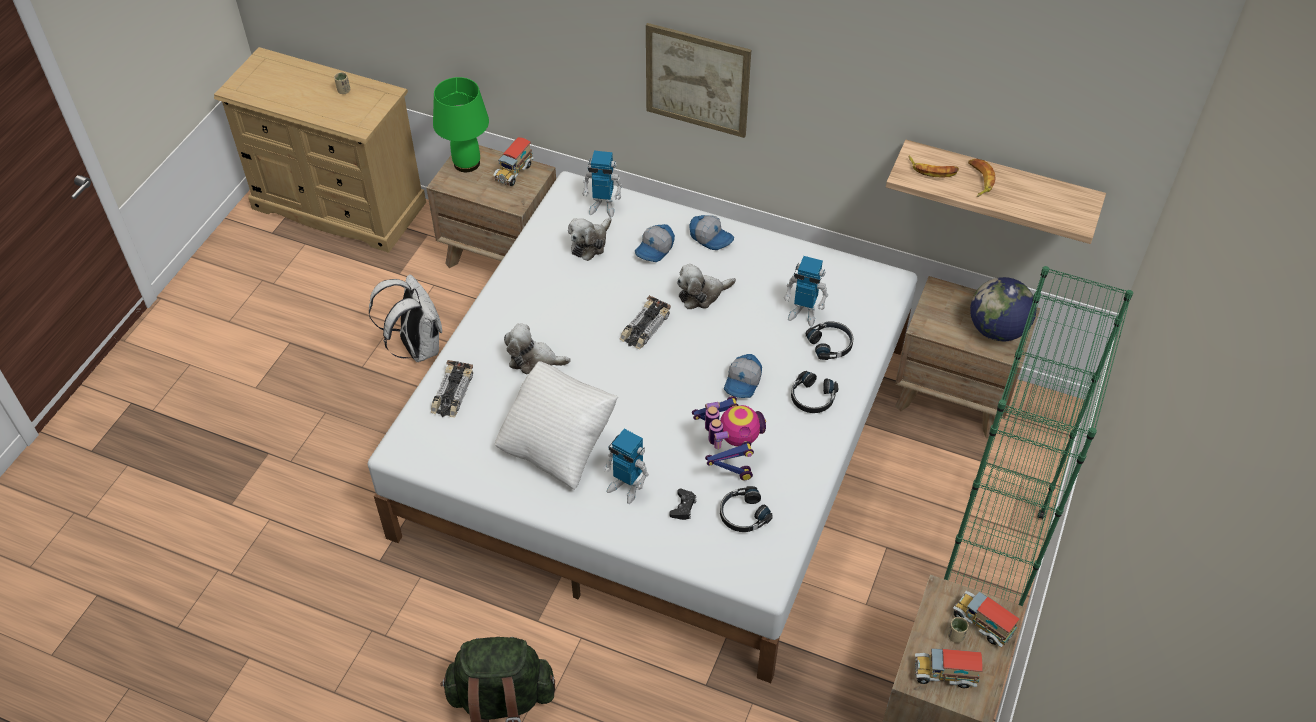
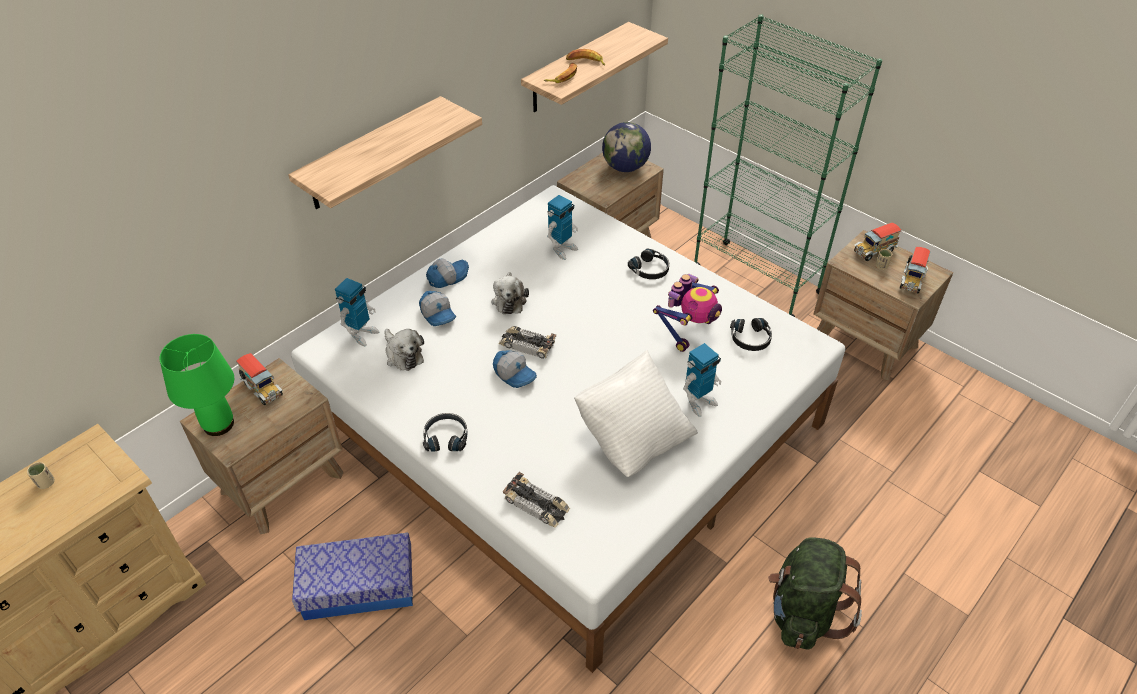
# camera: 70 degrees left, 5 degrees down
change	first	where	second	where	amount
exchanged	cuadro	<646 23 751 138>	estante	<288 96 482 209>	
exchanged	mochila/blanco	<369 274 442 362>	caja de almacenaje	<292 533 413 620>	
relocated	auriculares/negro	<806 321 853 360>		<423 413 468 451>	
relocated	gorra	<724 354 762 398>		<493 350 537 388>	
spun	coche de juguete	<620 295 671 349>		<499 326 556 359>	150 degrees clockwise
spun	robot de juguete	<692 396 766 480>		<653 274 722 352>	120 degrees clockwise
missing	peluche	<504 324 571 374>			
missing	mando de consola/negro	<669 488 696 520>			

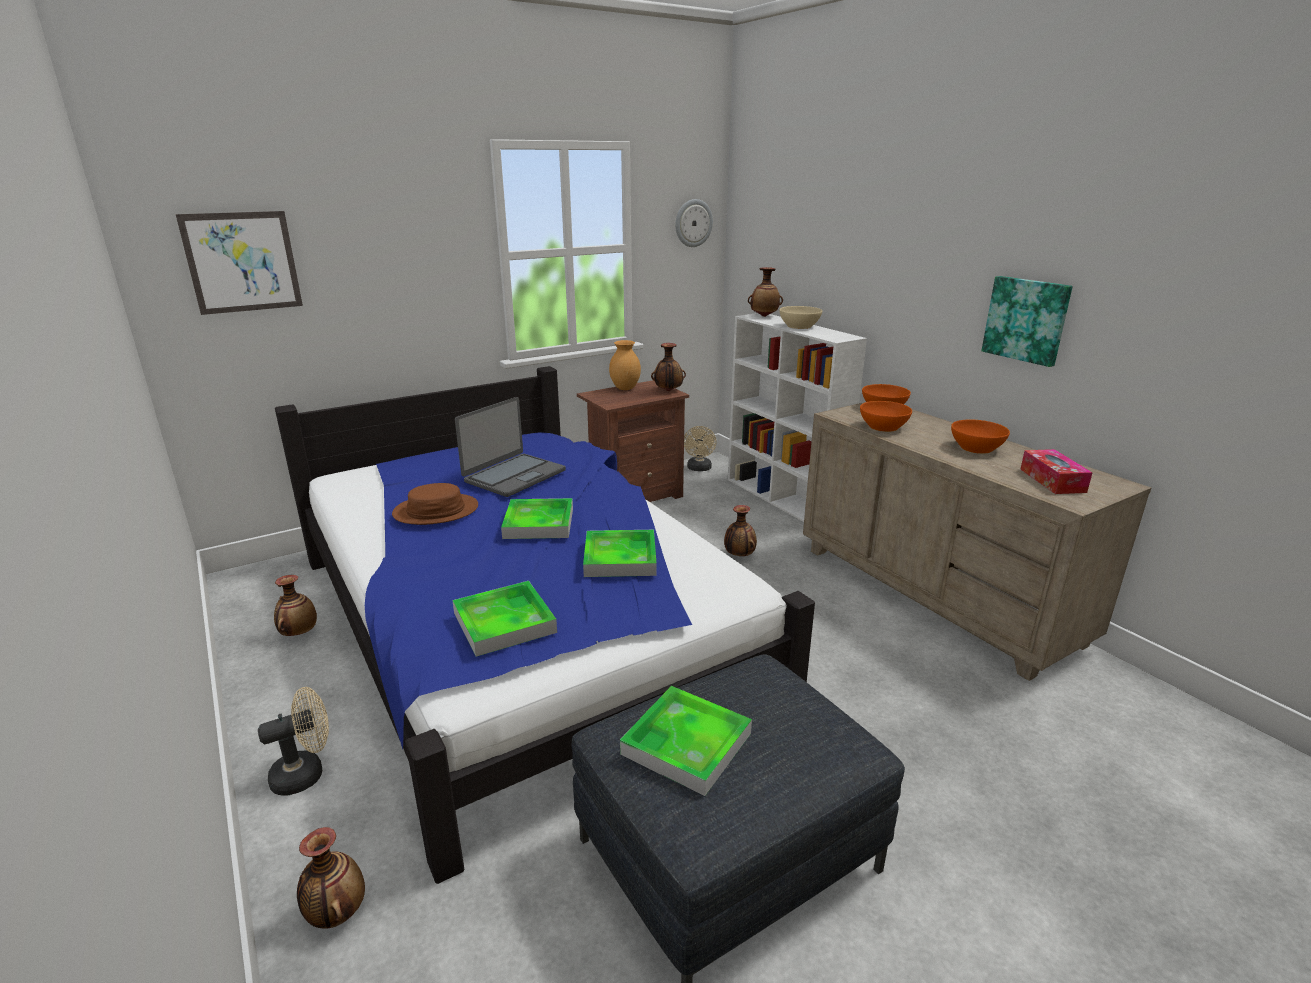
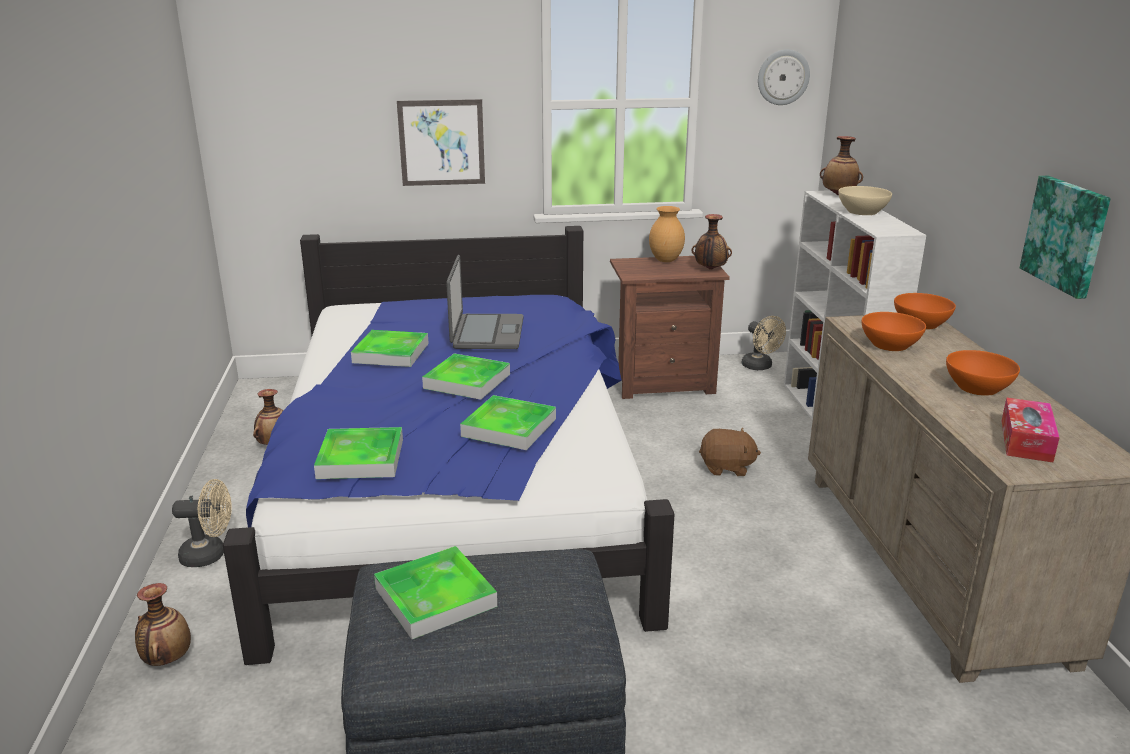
# camera: 25 degrees right, 0 degrees up
change	first	where	second	where	amount
exchanged	sombrero/marrón	<392 483 478 525>	bandeja	<351 330 429 367>	
relocated	cuadro	<176 211 303 315>		<397 99 485 186>	
spun	portátil	<455 397 566 497>		<446 255 523 349>	60 degrees counterclockwise
exchanged	florero	<724 505 757 556>	peluche/marrón	<699 428 761 476>	
spun	ventilador/beis	<684 426 717 471>		<742 316 786 370>	60 degrees counterclockwise

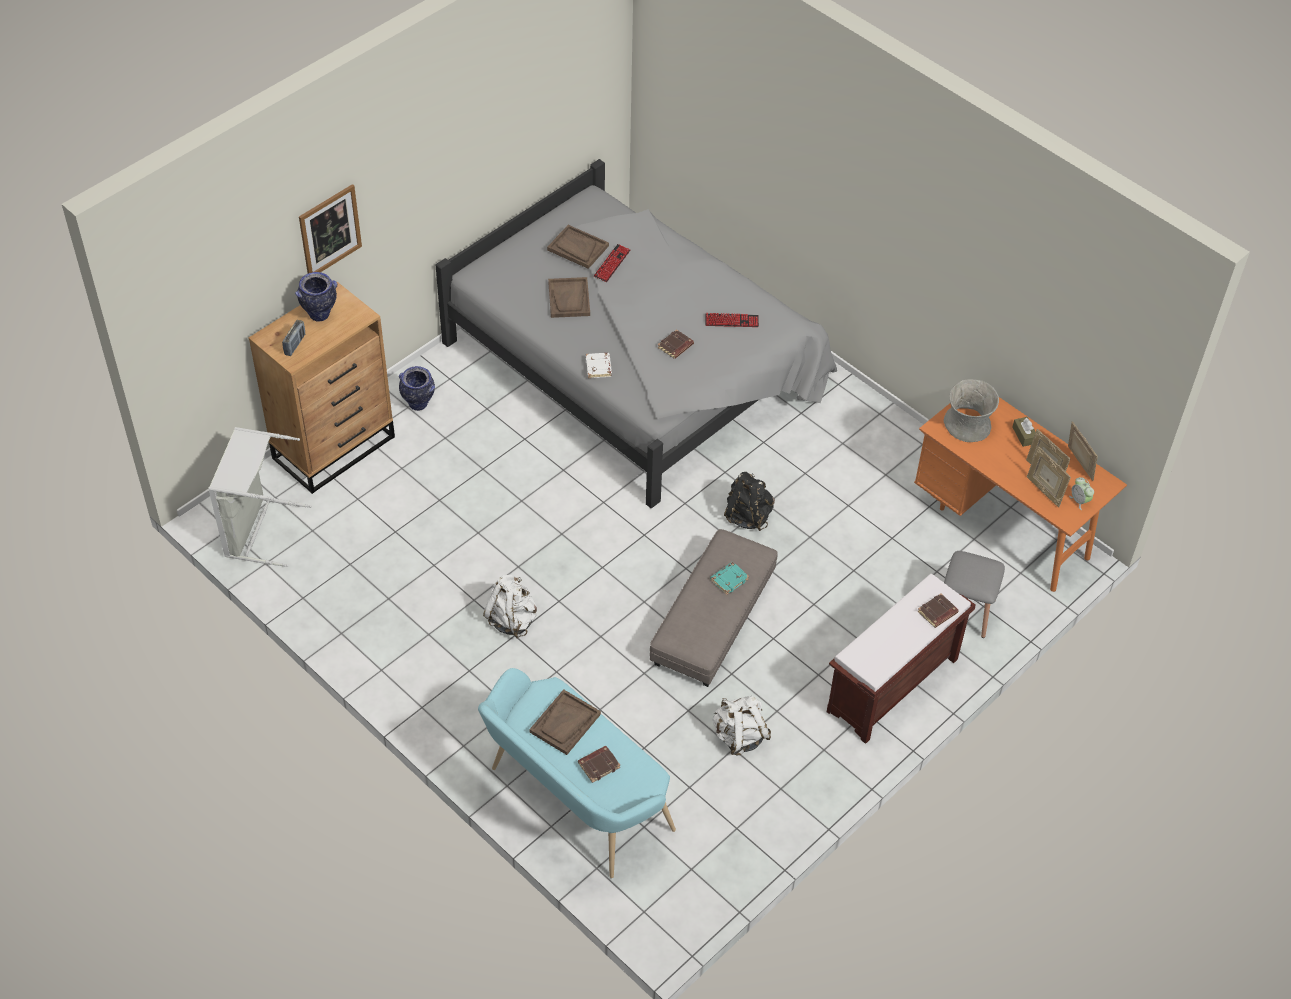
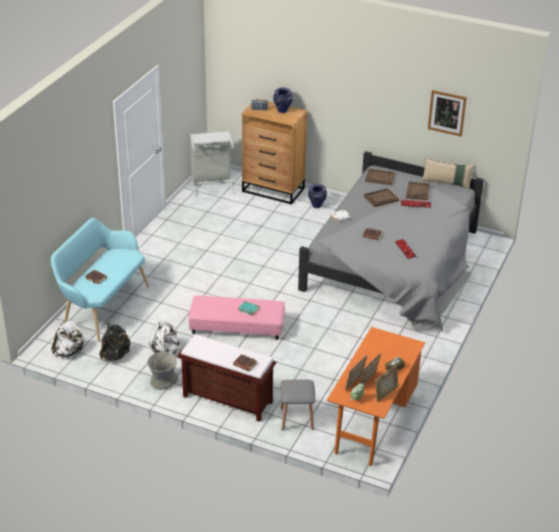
# camera: 70 degrees right, 15 degrees down
change	first	where	second	where	amount
relocated	mochila/blanco	<483 575 537 639>		<51 319 85 357>	
relocated	mochila/negro	<724 472 775 531>		<99 323 131 361>	
relocated	florero/gris	<944 379 999 442>		<147 352 178 390>	
colour	puf/gris	<650 529 778 687>	puf/rosa	<188 295 285 340>	
relocated	bandeja/marrón	<529 689 601 755>		<365 169 395 185>	
appeared			cojín/beis	<421 157 475 189>	
relocated	cuadro	<299 184 362 273>		<428 90 467 136>	

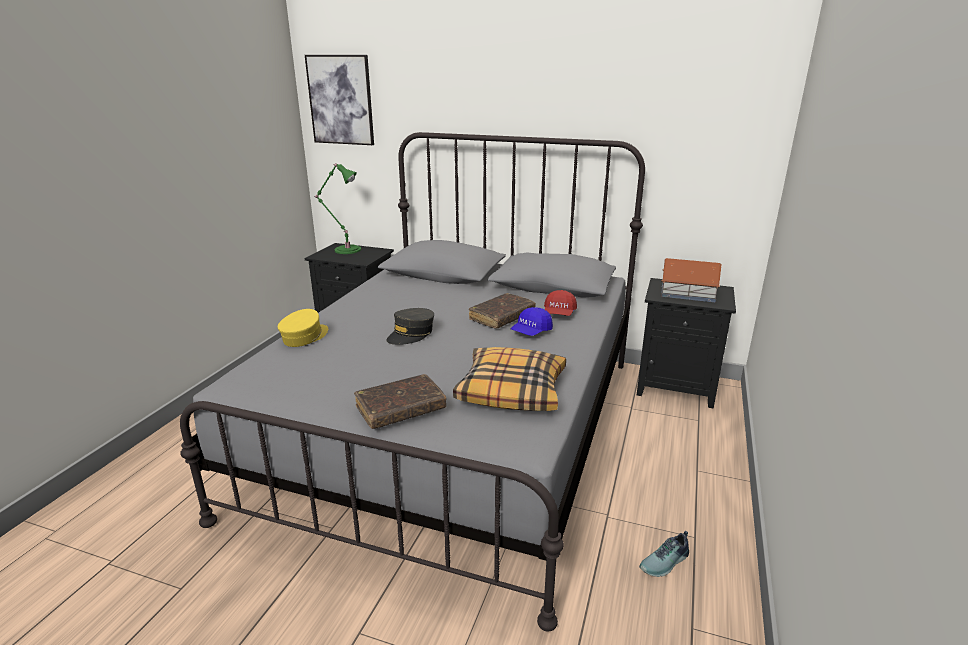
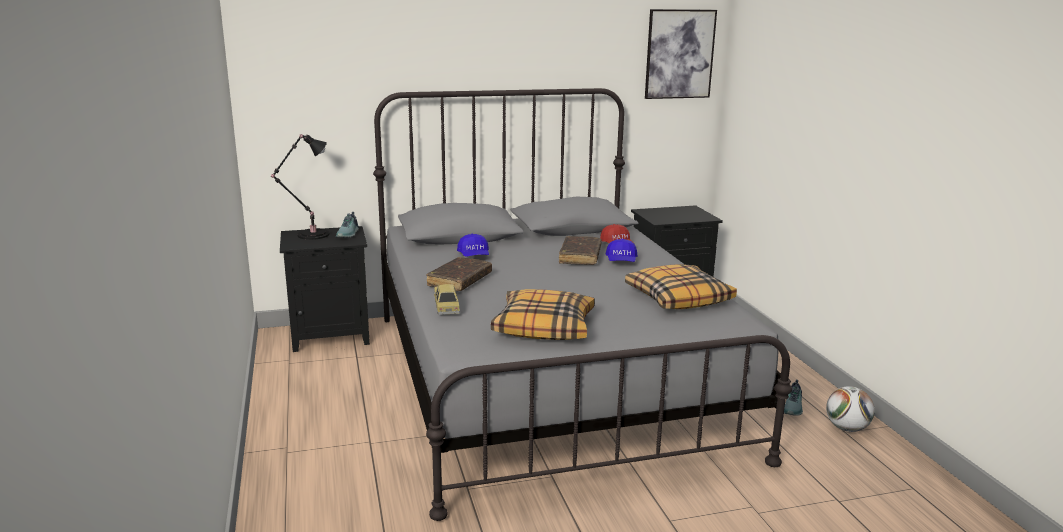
# camera: 35 degrees left, 5 degrees down
change	first	where	second	where	amount
colour	lámpara de mesa/verde	<315 163 361 254>	lámpara de mesa/negro	<270 134 330 240>	
appeared			zapato	<336 212 359 238>	
relocated	libro/marrón	<354 374 446 429>		<426 257 492 291>	
exchanged	gorra/amarillo	<278 309 328 347>	coche de juguete	<433 284 460 315>	
appeared			gorra/azul	<457 234 489 257>	
appeared			cojín	<491 289 595 340>	
relocated	cuadro	<305 55 374 145>		<645 9 717 99>	
appeared			balón de fútbol	<826 386 875 432>	
missing	gorra/gris	<387 308 434 345>			
missing	casita	<661 258 722 302>			

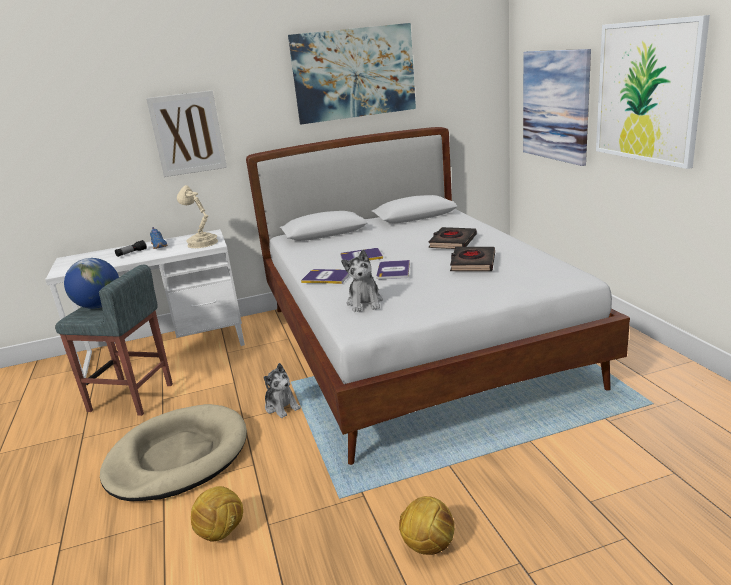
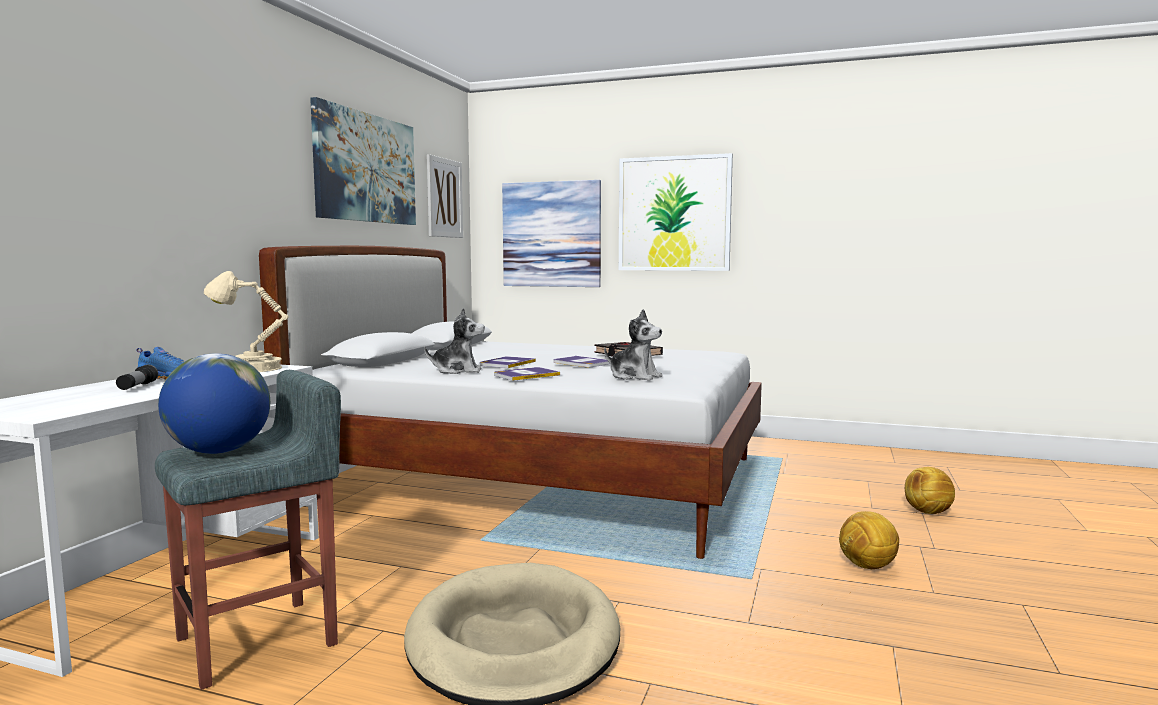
# camera: 55 degrees left, 15 degrees down
change	first	where	second	where	amount
relocated	peluche	<263 363 301 418>		<424 308 485 374>	
relocated	cuadro	<146 90 227 177>		<427 154 463 238>	
relocated	balón de fútbol	<191 486 243 541>		<905 467 955 514>	
missing	libro/negro	<428 227 477 249>			

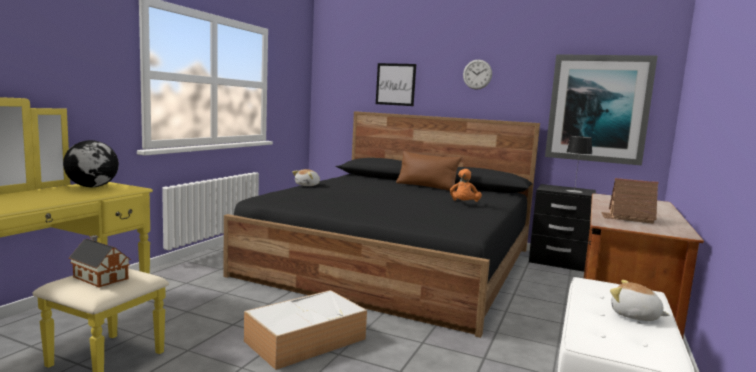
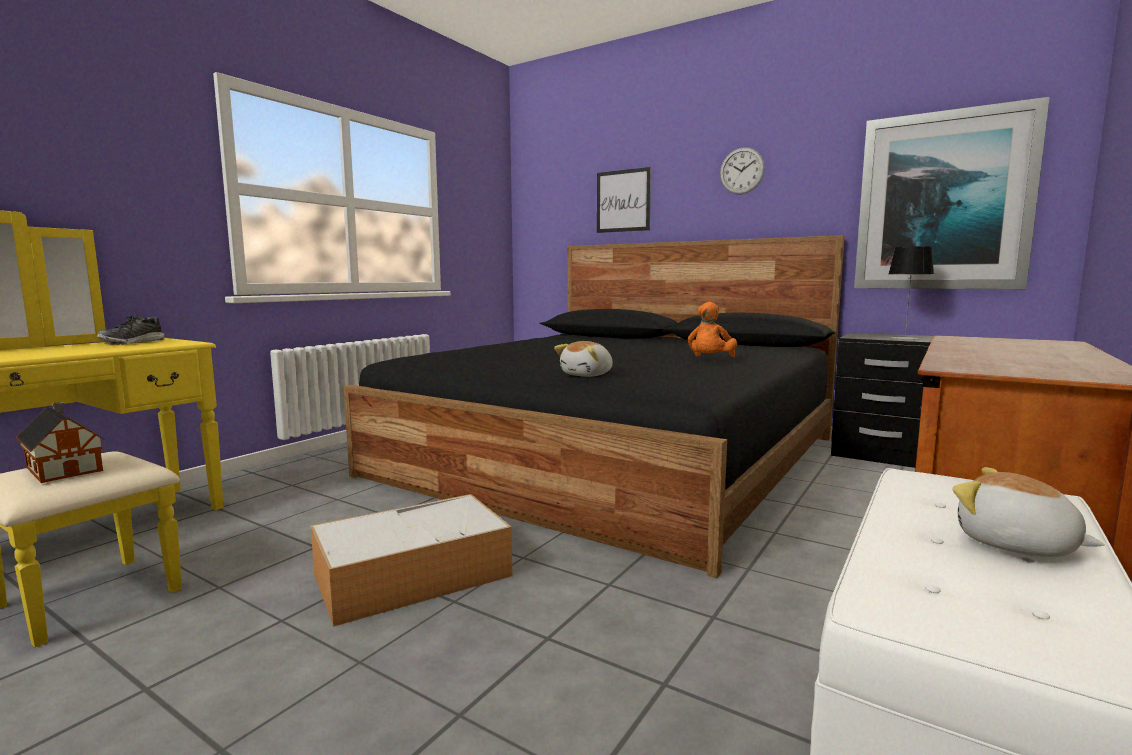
# camera: 10 degrees right, 0 degrees up
change	first	where	second	where	amount
exchanged	globo terráqueo	<63 140 119 187>	zapato	<97 315 165 345>	
relocated	peluche	<292 169 320 186>		<554 341 613 377>	
missing	cojín/marrón	<396 151 462 191>			
missing	casita	<601 178 659 224>			

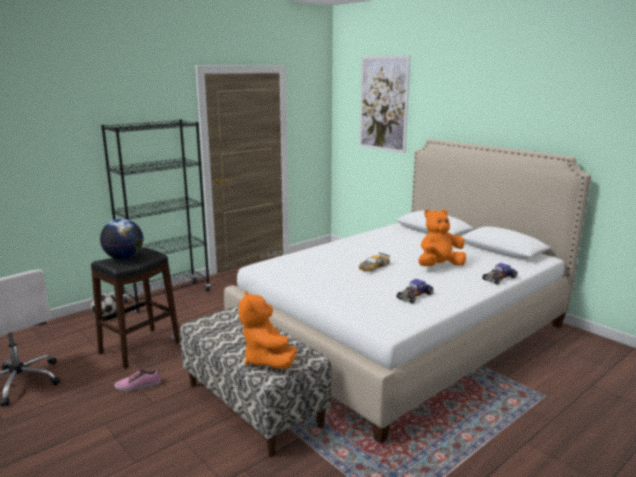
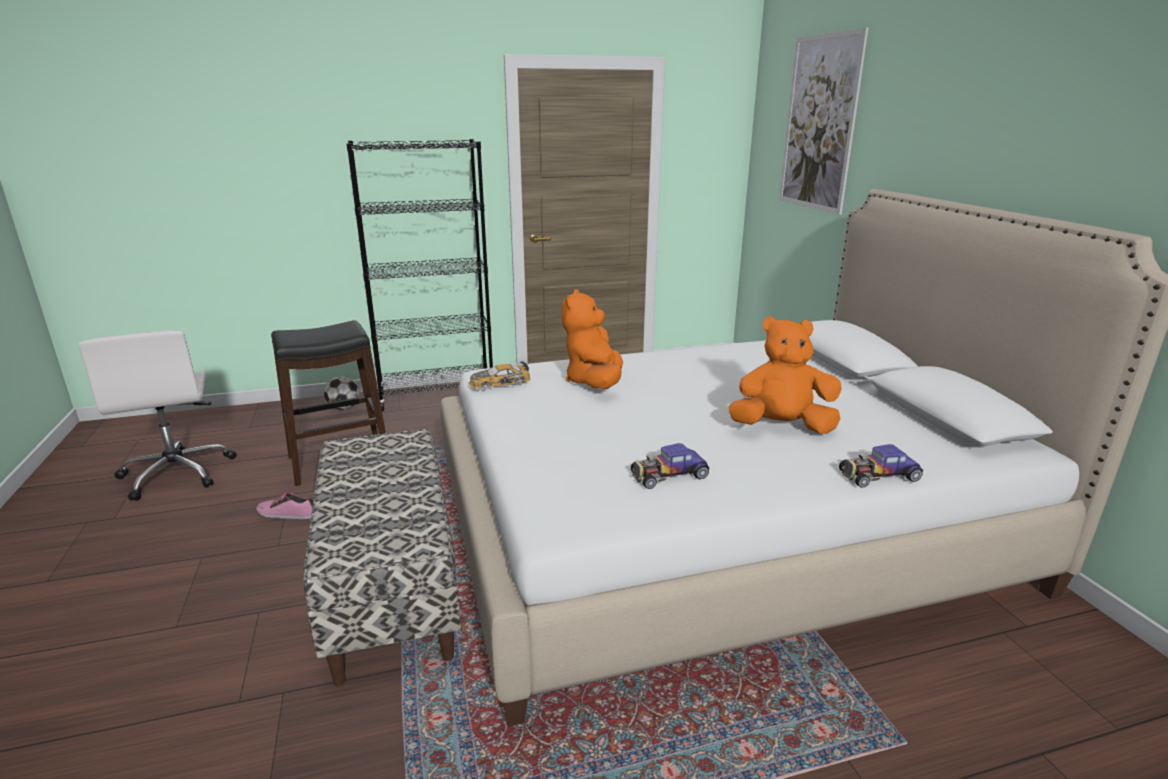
# camera: 25 degrees right, 5 degrees up
change	first	where	second	where	amount
relocated	coche de juguete	<359 253 390 272>		<469 361 531 389>	
relocated	peluche/naranja	<239 291 297 369>		<562 289 623 389>	
missing	globo terráqueo	<100 219 143 260>			

